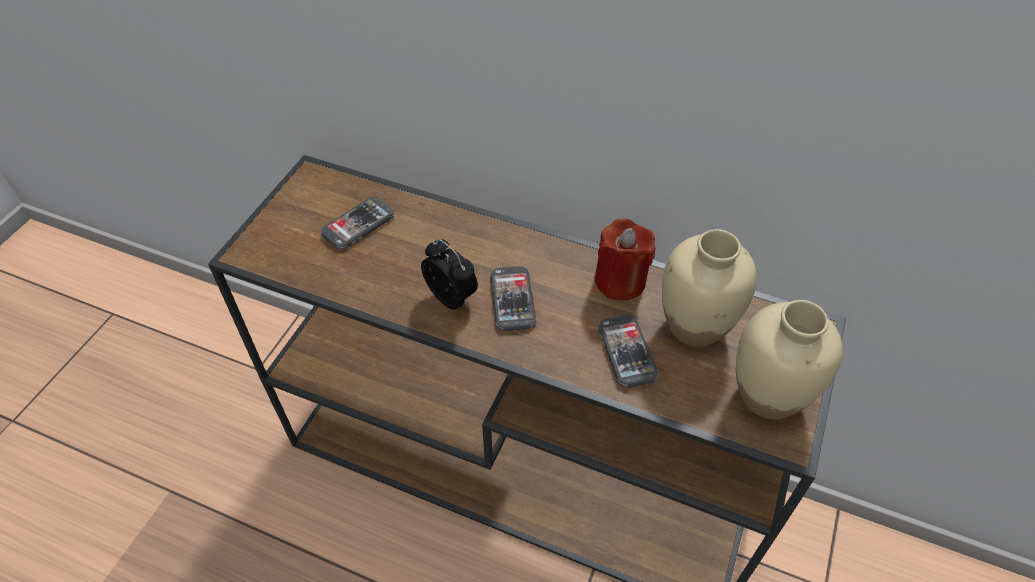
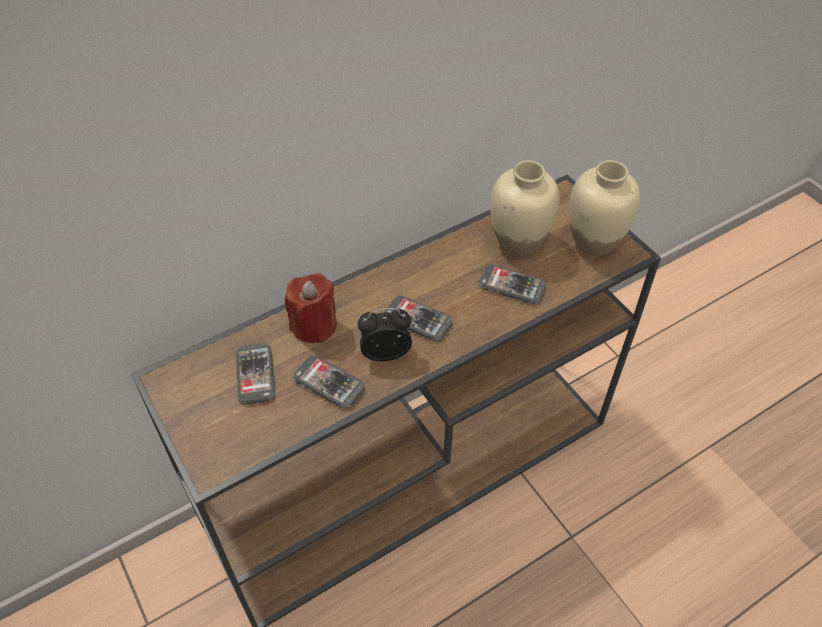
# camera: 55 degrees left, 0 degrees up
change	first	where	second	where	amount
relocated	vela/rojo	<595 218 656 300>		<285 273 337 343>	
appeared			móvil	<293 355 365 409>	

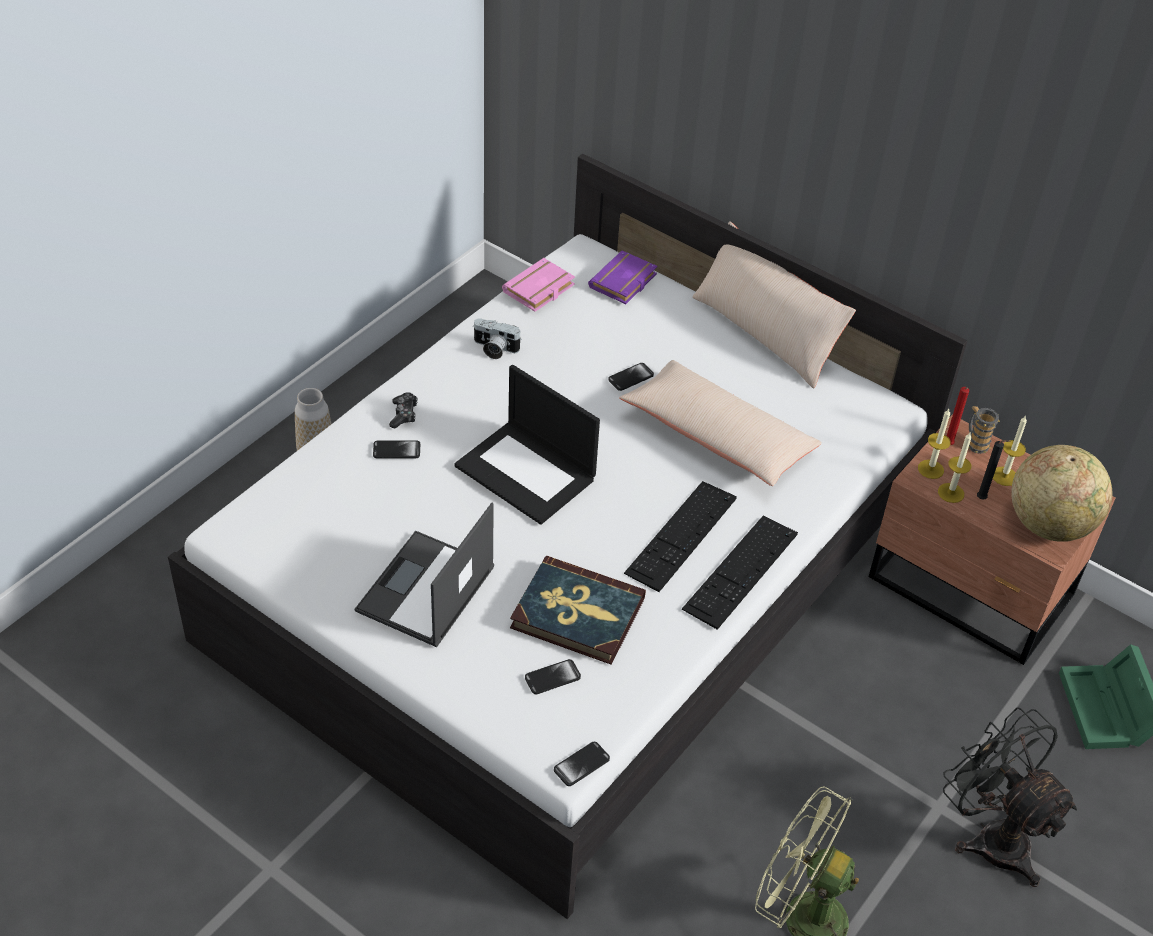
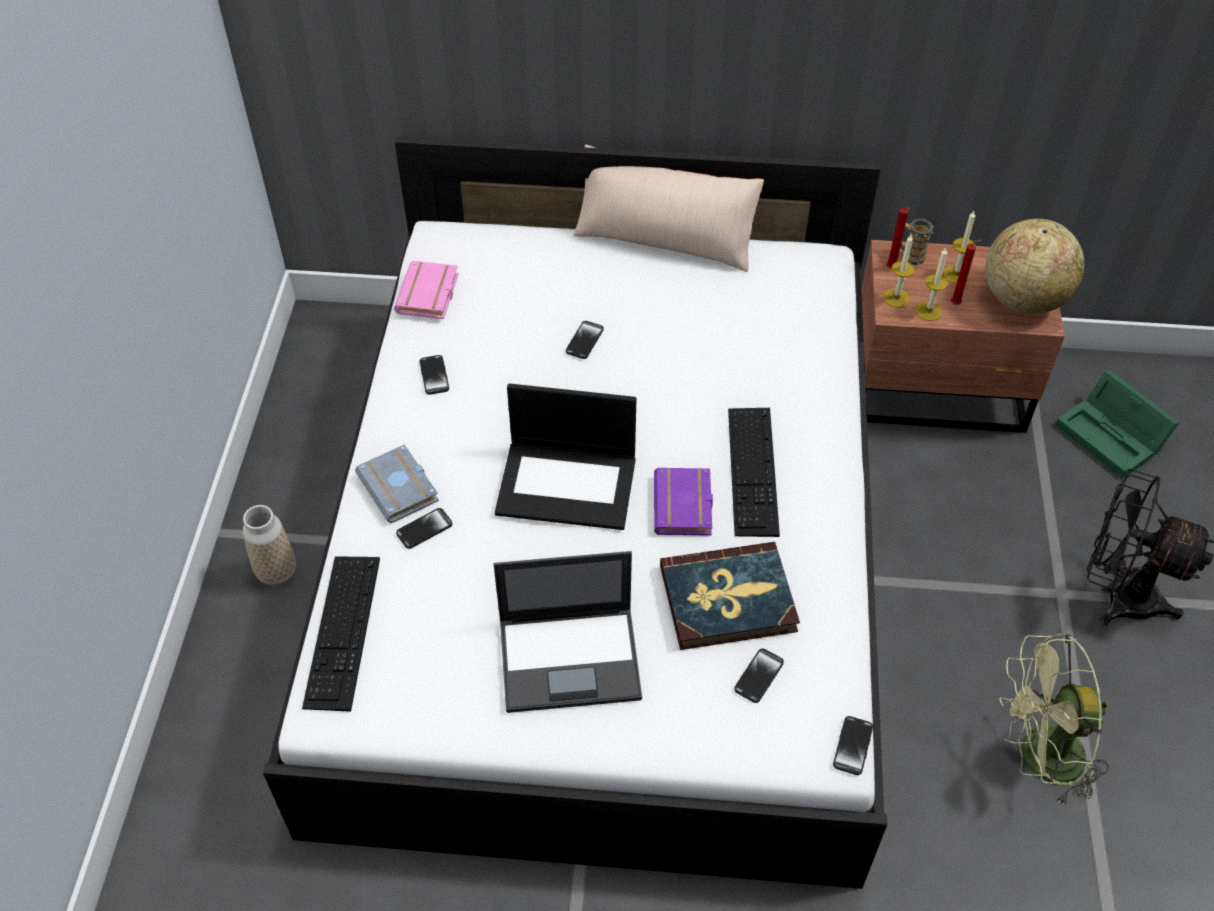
# camera: 30 degrees left, 5 degrees up
change	first	where	second	where	amount
relocated	teclado	<682 516 798 630>		<302 556 380 712>	
exchanged	mando de consola	<389 392 418 428>	libro/gris	<355 444 439 523>	
exchanged	cámara	<473 318 522 359>	móvil	<419 355 449 395>	
spun	portátil	<355 502 494 647>		<494 551 642 713>	90 degrees counterclockwise
relocated	libro/morado	<588 250 658 304>		<654 468 713 536>	
colour	vela/negro	<977 440 1011 500>	vela/rojo	<951 239 983 305>	
missing	cojín/beis	<619 360 822 486>			

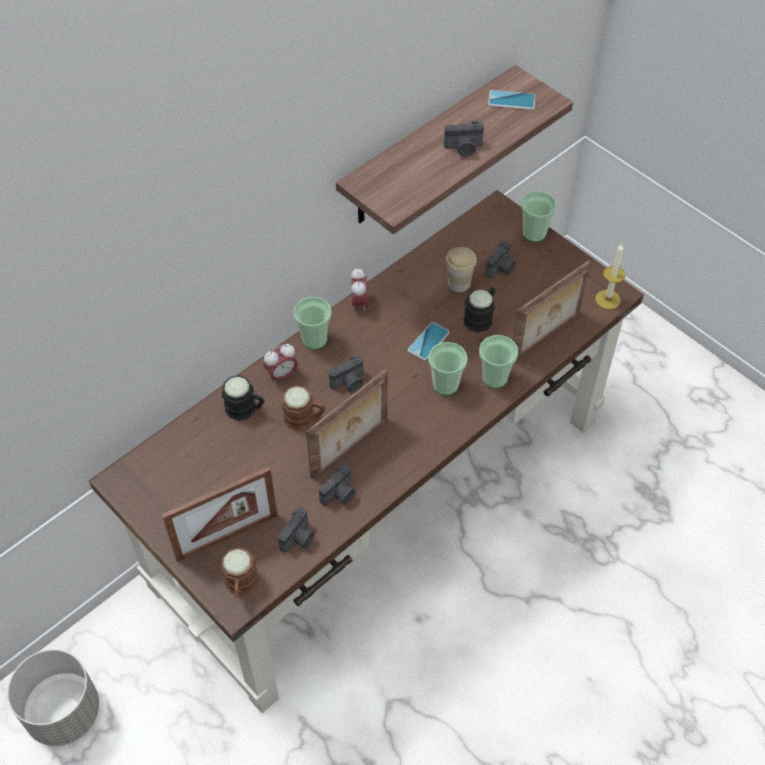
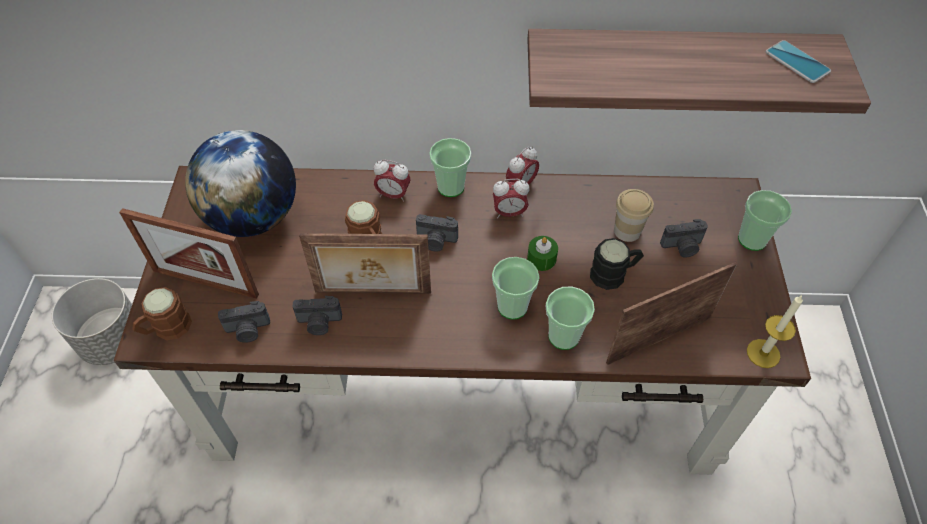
# camera: 45 degrees right, 0 degrees up
change	first	where	second	where	amount
appeared			globo terráqueo	<185 130 296 237>	
appeared			despertador	<493 179 530 218>	
exchanged	móvil	<408 322 450 360>	vela/verde	<527 236 558 271>	
spun	portarretratos	<513 260 591 357>		<606 262 737 365>	150 degrees clockwise
missing	taza grande/negro	<222 375 265 421>			
missing	cámara	<444 121 484 157>			

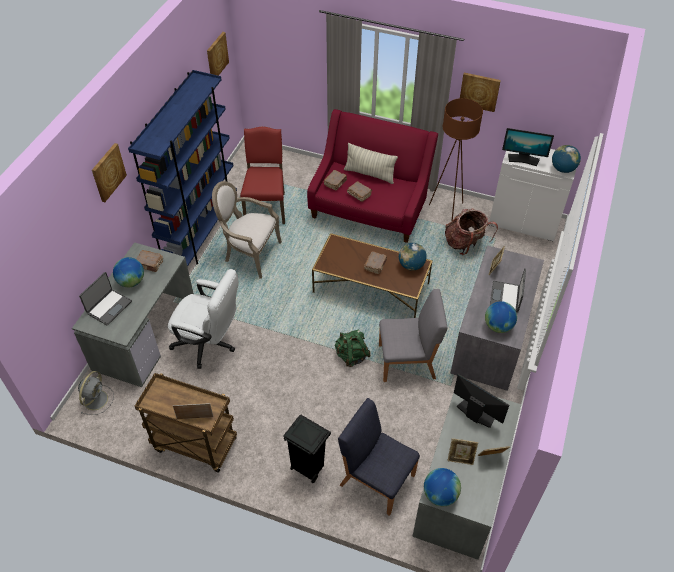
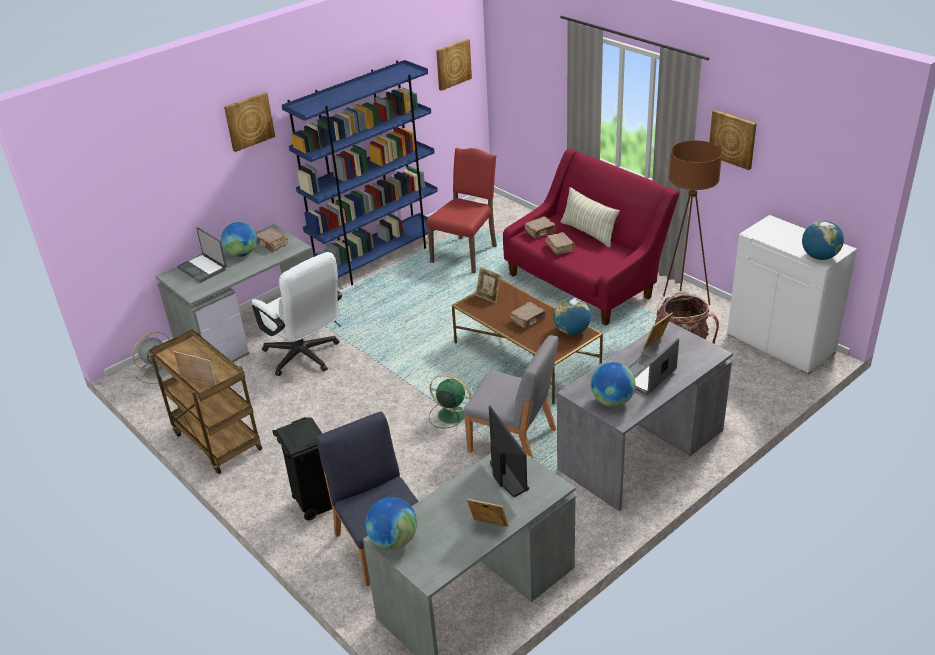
# camera: 30 degrees right, 15 degrees down
change	first	where	second	where	amount
spun	portátil	<79 272 132 325>		<177 227 227 283>	75 degrees clockwise
exchanged	mochila/verde	<335 330 371 367>	ventilador/verde	<429 374 471 428>	
relocated	portarretratos	<448 438 478 465>		<476 267 501 303>	
missing	sillón	<212 181 282 279>			
missing	monitor	<502 128 554 166>			

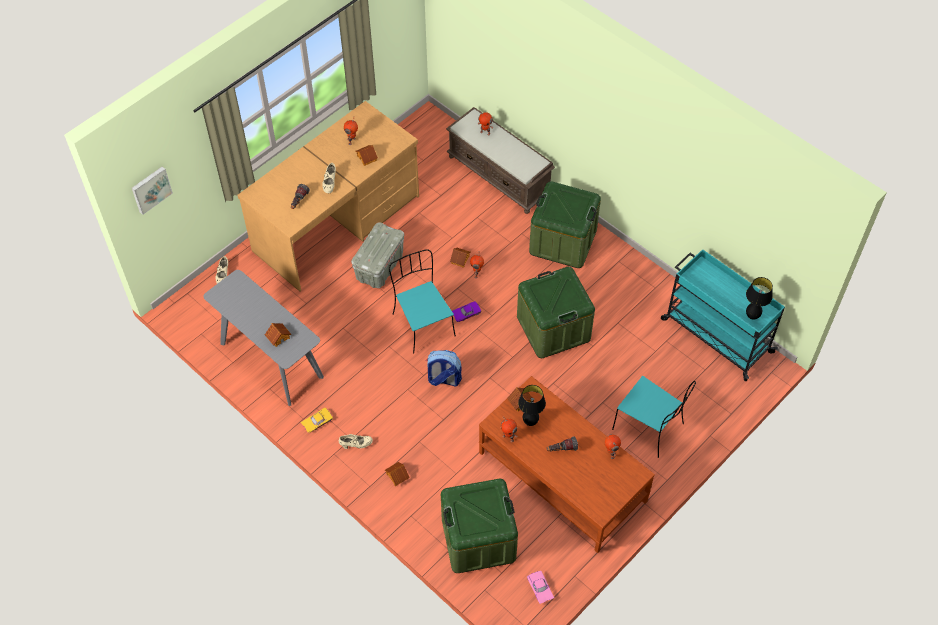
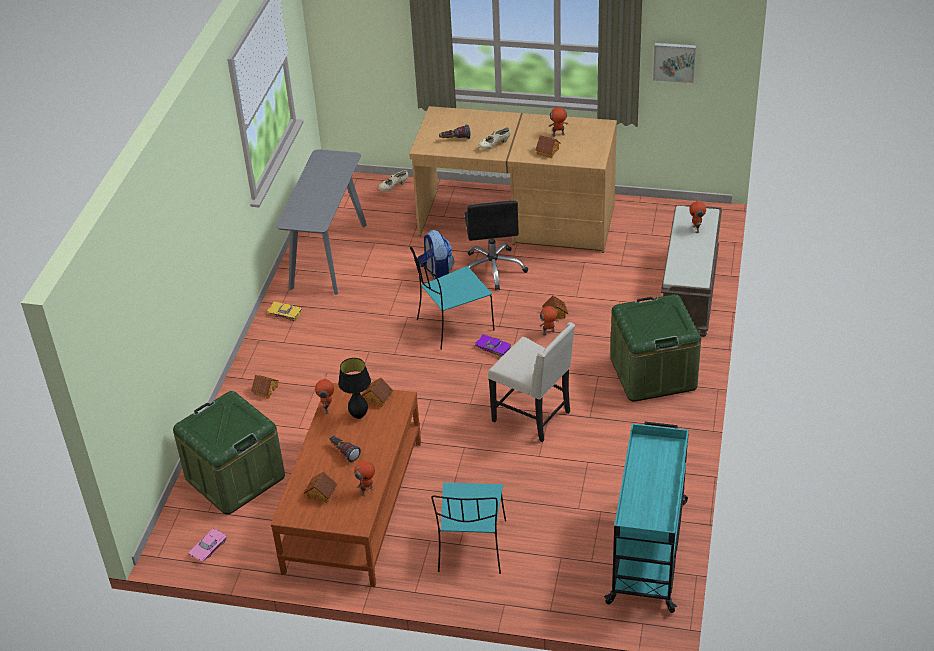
# camera: 60 degrees right, 15 degrees down
change	first	where	second	where	amount
relocated	casita	<265 323 291 347>		<304 471 337 503>	
spun	silla/turquesa	<389 249 456 354>		<410 247 495 350>	150 degrees counterclockwise
relocated	mochila	<426 350 462 386>		<418 230 454 280>	
exchanged	caja de almacenaje/gris	<351 222 404 288>	silla de oficina/negro	<464 201 528 290>	
exchanged	caja de almacenaje/verde	<517 267 595 358>	silla/beis	<488 322 575 442>	
relocated	cuadro	<132 166 173 215>		<653 43 696 83>	
missing	zapato/beis	<339 434 373 449>			
missing	lámpara de mesa/negro	<746 277 773 320>			

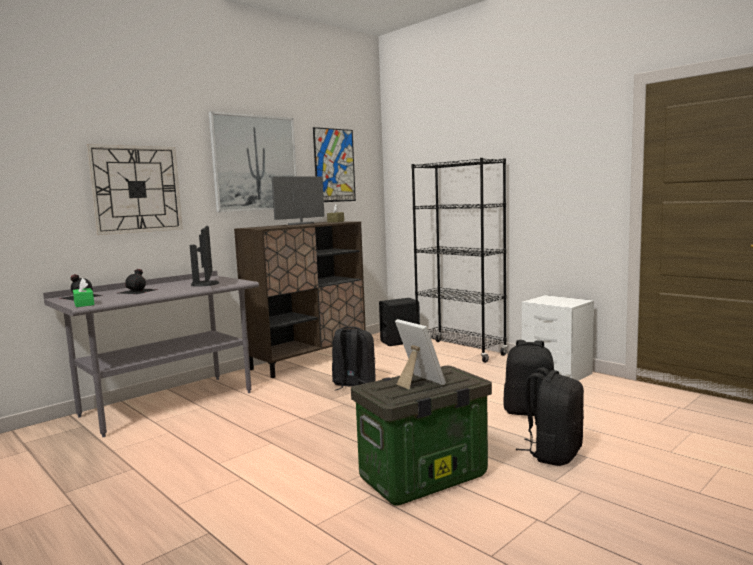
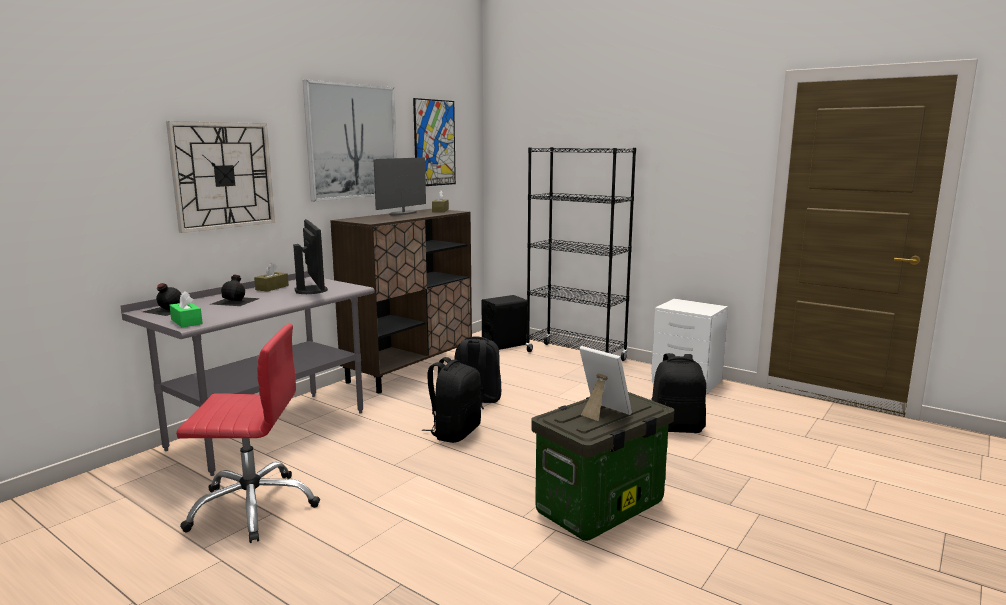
# camera: 10 degrees left, 5 degrees up
change	first	where	second	where	amount
appeared			silla de oficina/rojo	<176 324 320 543>	
appeared			caja de pañuelos/marrón	<254 263 289 292>	
relocated	mochila/negro	<516 367 584 466>		<422 357 481 443>	

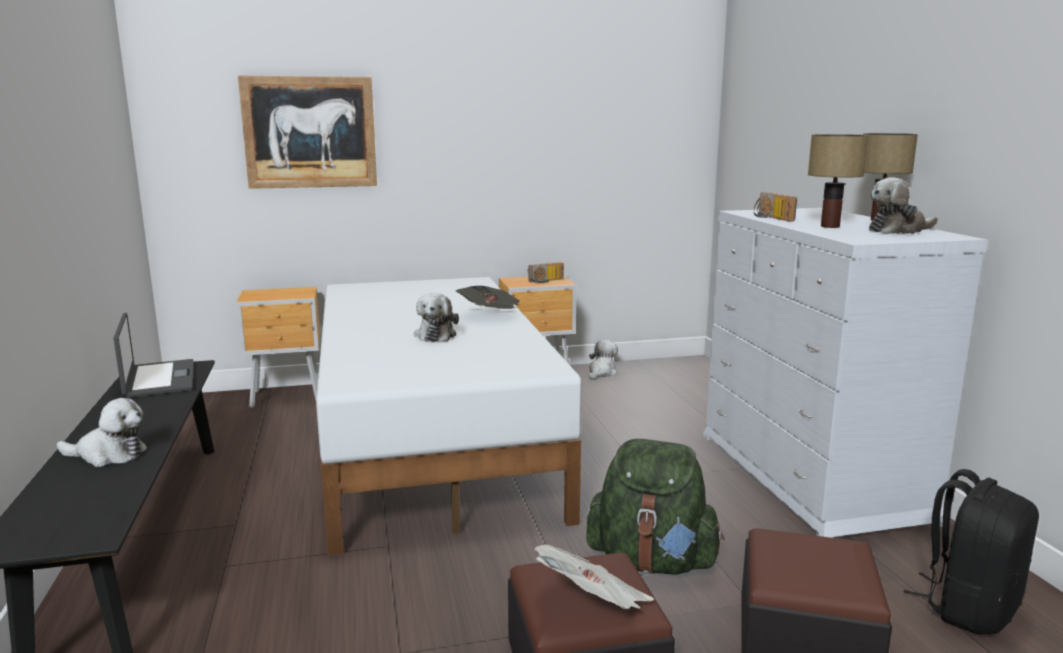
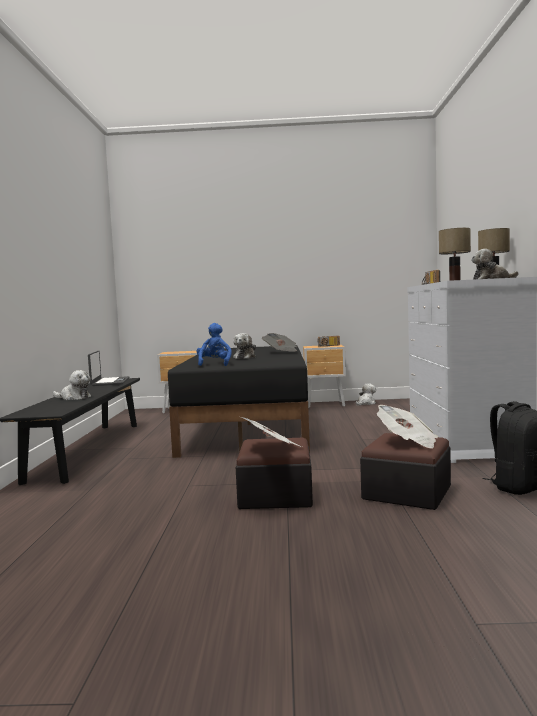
# camera: 15 degrees right, 10 degrees down
change	first	where	second	where	amount
colour	cama/blanco	<316 277 582 556>	cama/negro	<168 345 310 458>	
appeared			peluche/azul	<197 323 232 366>	
appeared			periódico	<377 405 438 449>	
missing	cuadro	<238 76 377 189>			
missing	mochila/verde	<586 439 724 575>			

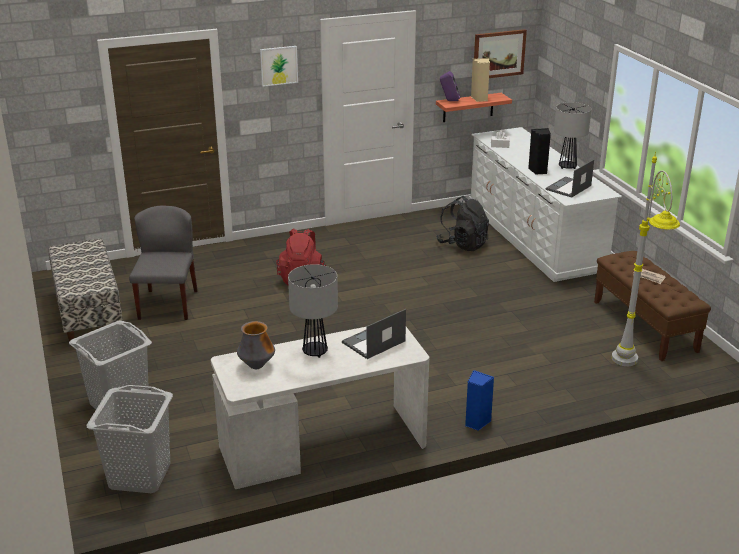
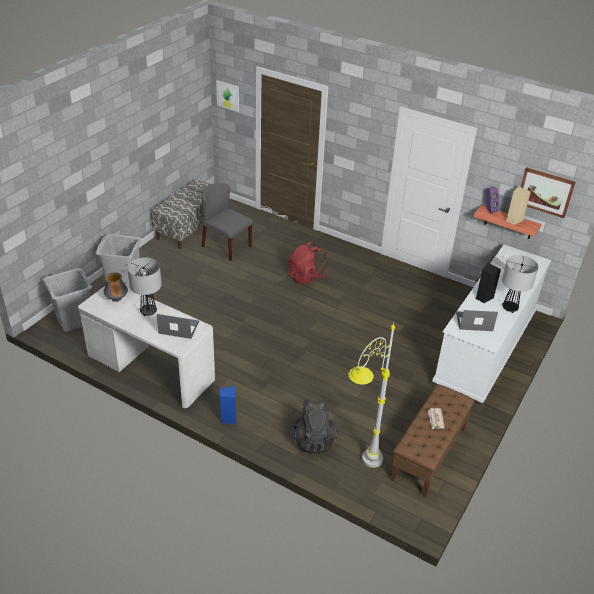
# camera: 50 degrees right, 10 degrees up
change	first	where	second	where	amount
spun	silla/gris	<129 205 198 320>		<201 183 253 261>	105 degrees counterclockwise
relocated	cuadro	<260 46 298 87>		<216 80 239 112>	
relocated	mochila/negro	<436 196 489 251>		<293 399 338 453>	

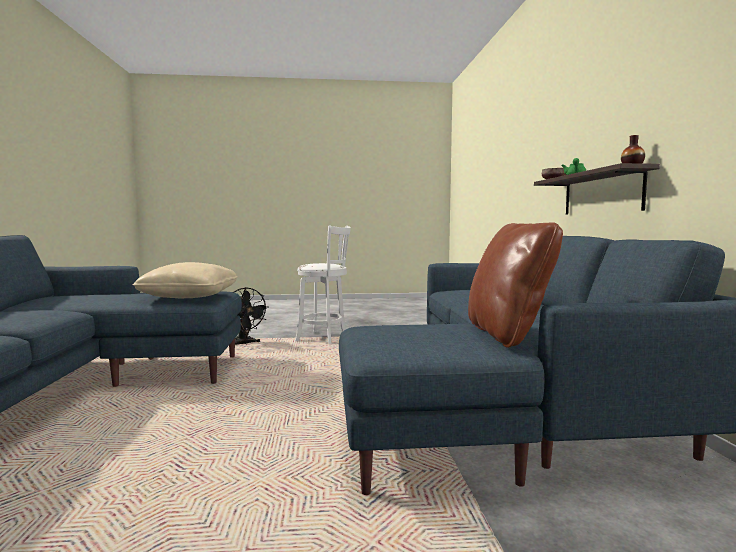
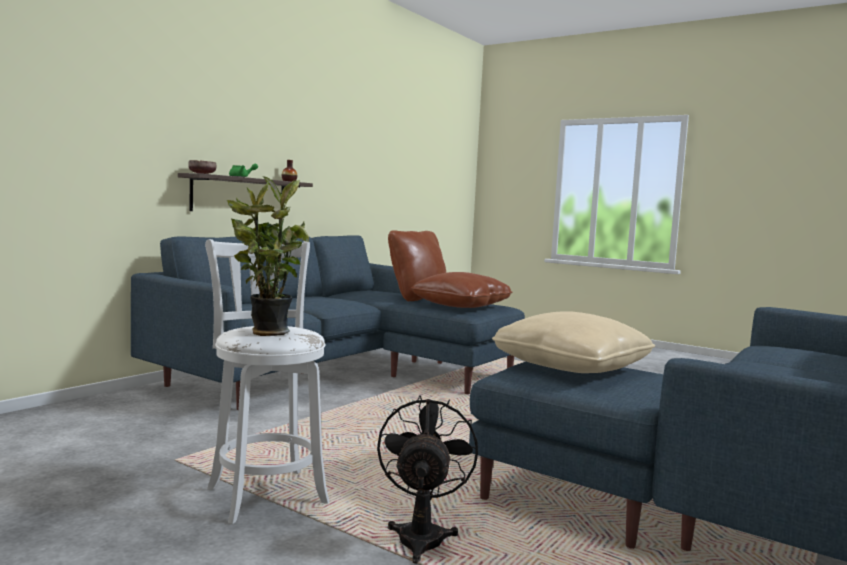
# camera: 140 degrees left, 0 degrees up
change	first	where	second	where	amount
appeared			planta en maceta	<227 176 309 336>	
appeared			cojín/marrón	<411 272 512 308>	

